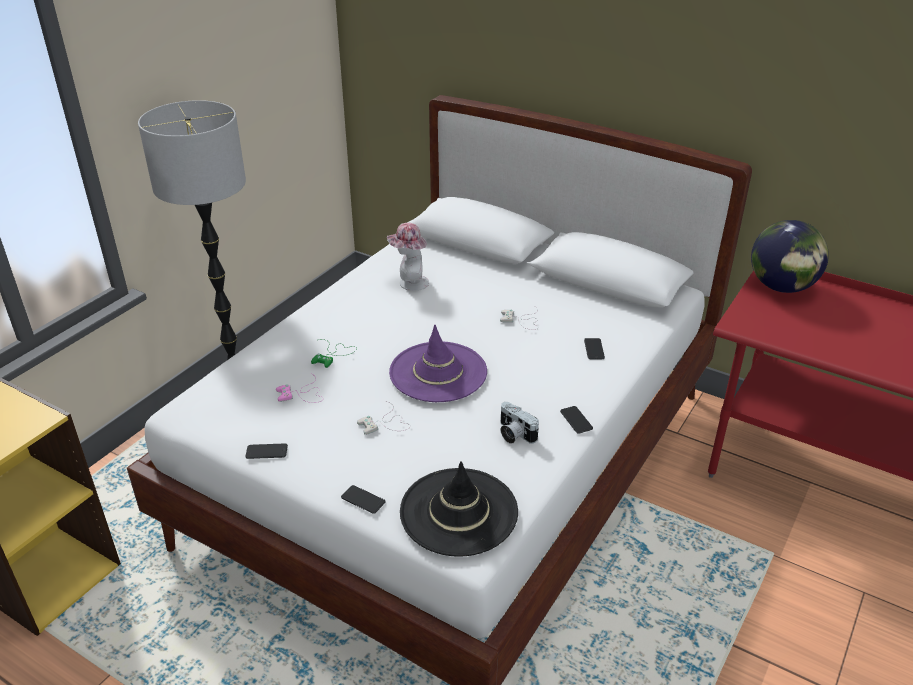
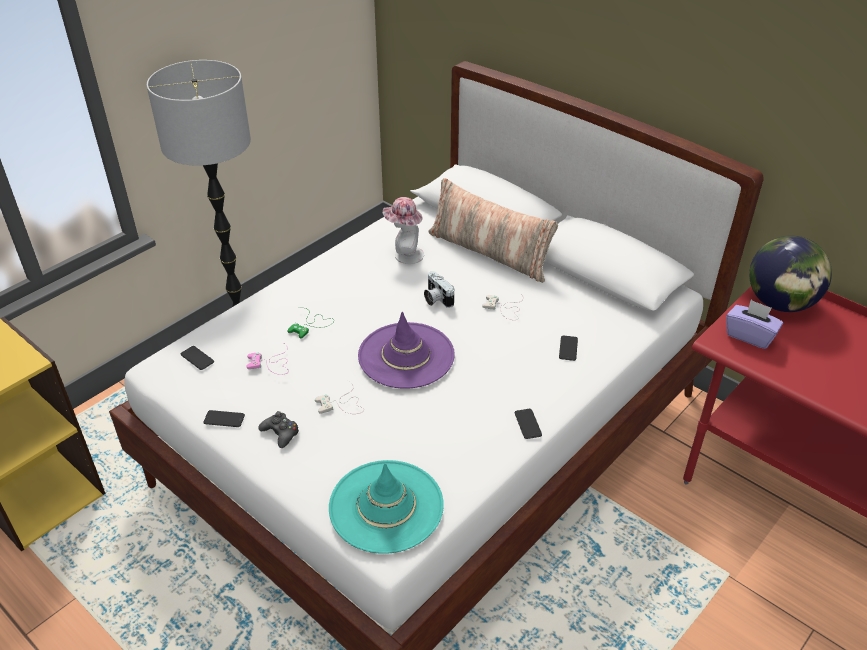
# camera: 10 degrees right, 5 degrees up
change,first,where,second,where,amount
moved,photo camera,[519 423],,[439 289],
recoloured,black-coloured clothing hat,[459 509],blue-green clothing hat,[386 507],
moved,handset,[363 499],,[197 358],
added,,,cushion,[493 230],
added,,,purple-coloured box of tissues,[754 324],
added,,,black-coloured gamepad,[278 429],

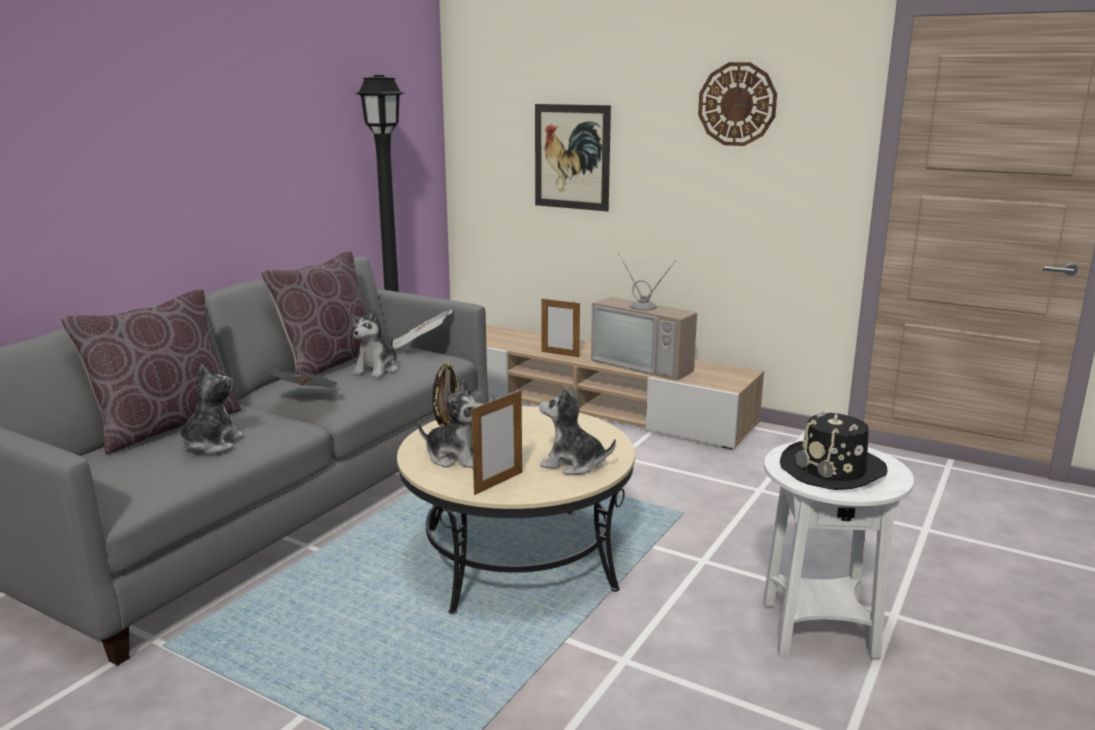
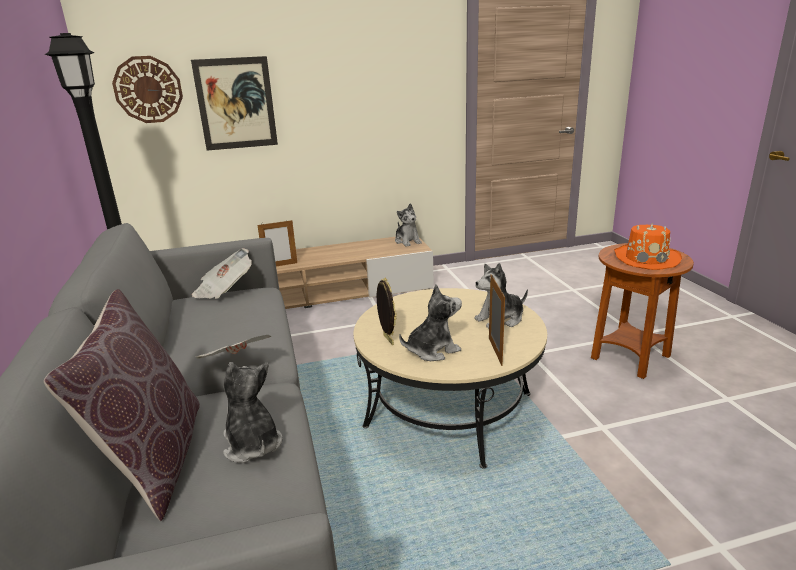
# camera: 45 degrees left, 5 degrees up
change,first,where,second,where,amount
moved,wall clock,[737 104],,[147 89],
removed,brownish cushion,[315 313],,,
removed,TV,[644 316],,,
moved,cuddly toy,[374 343],,[408 225],
recoloured,black-coloured clothing hat,[833 450],orange clothing hat,[648 246],
recoloured,whitish accent table,[838 550],brownish accent table,[642 311],

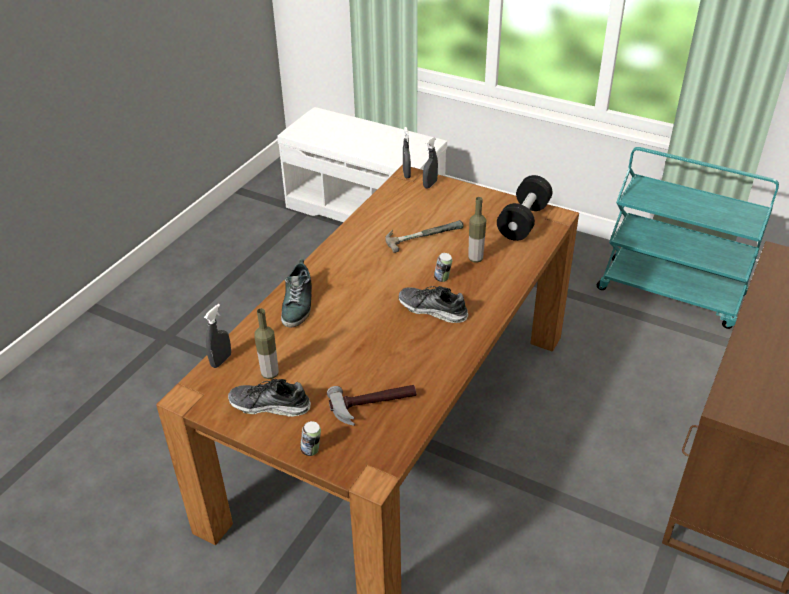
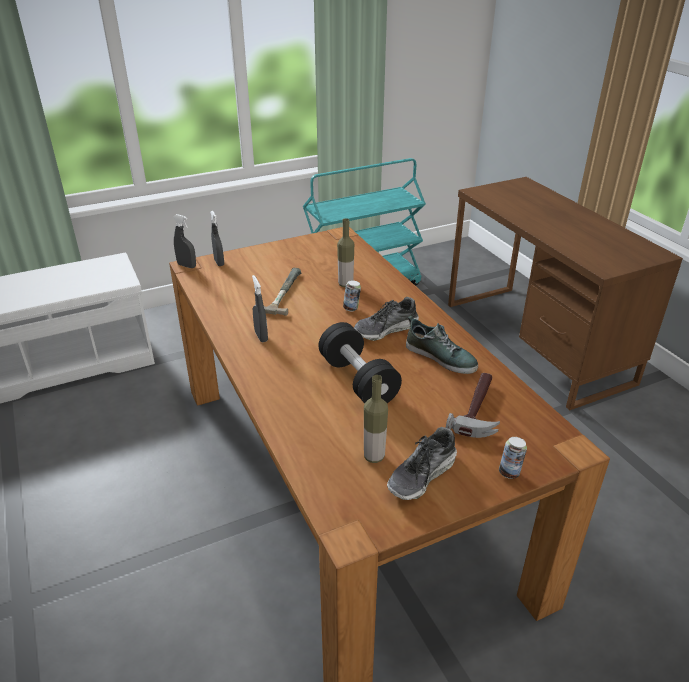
# camera: 55 degrees left, 5 degrees down
change,first,where,second,where,amount
moved,black-coloured dumbbell,[524 208],,[360 362],
moved,low shoe,[296 293],,[442 345],
moved,grey sprayer,[217 336],,[260 308],

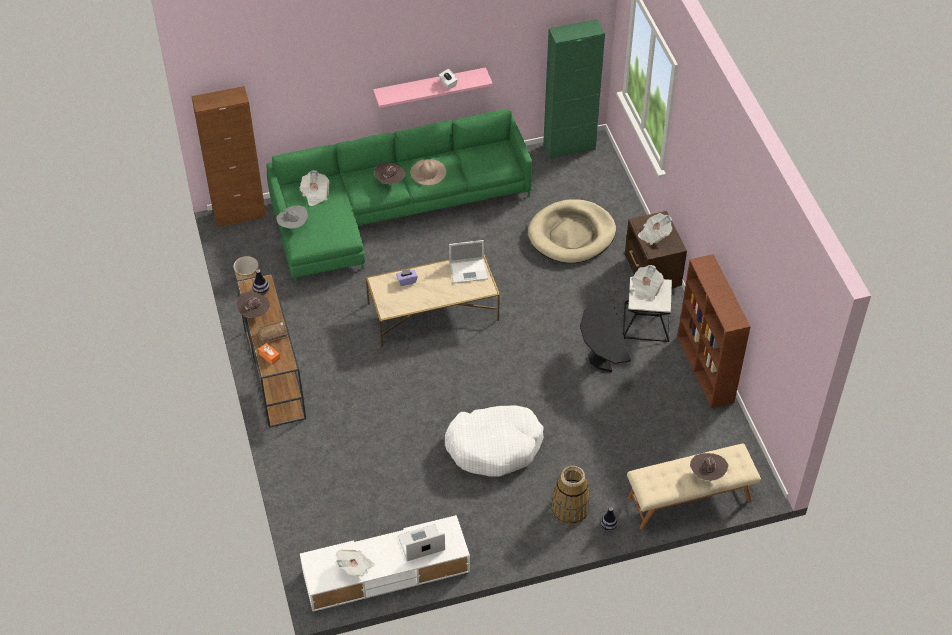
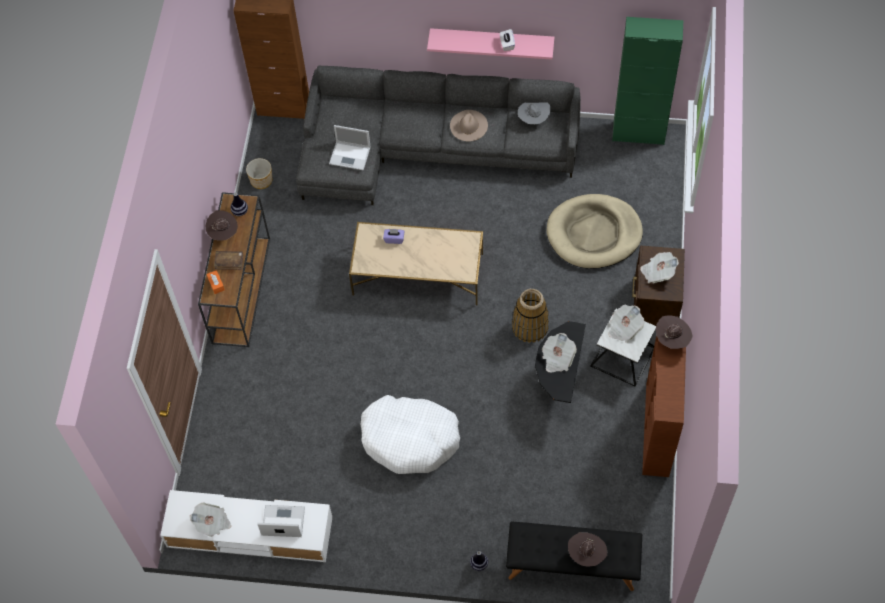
# camera: 25 degrees right, 10 degrees up
change,first,where,second,where,amount
recoloured,greenish sofa,[399 197],grey sofa,[438 135],
moved,brownish clothing hat,[390 173],,[674 332],
moved,daily paper,[314 188],,[559 353],
moved,grey clothing hat,[292 217],,[534 113],
moved,portable computer,[468 261],,[350 147],
recoloured,beige-coloured bench,[694 486],black-coloured bench,[574 556],
moved,storage basket,[570 495],,[530 316],

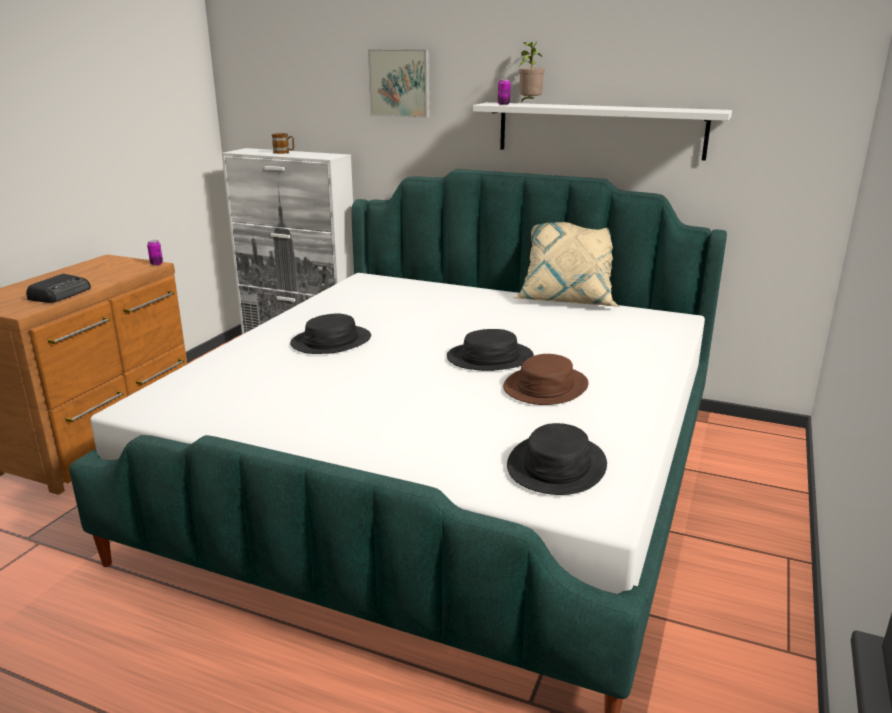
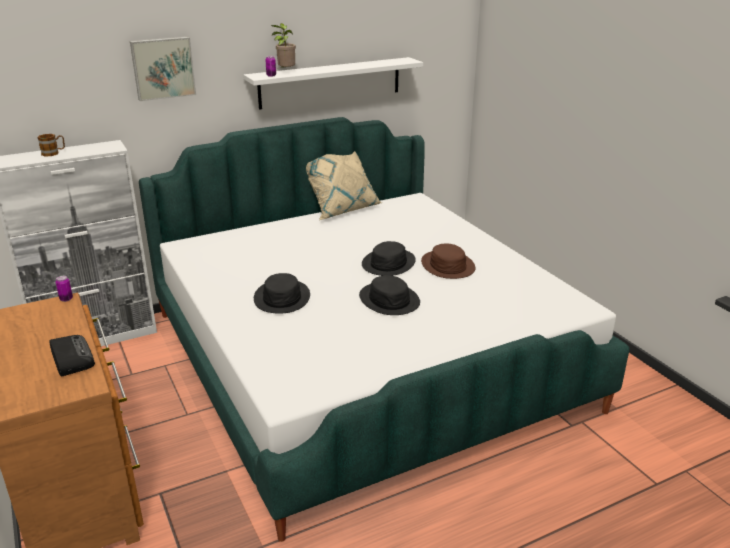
# camera: 50 degrees left, 5 degrees up
change,first,where,second,where,amount
moved,black-coloured clothing hat,[557 459],,[389 295],

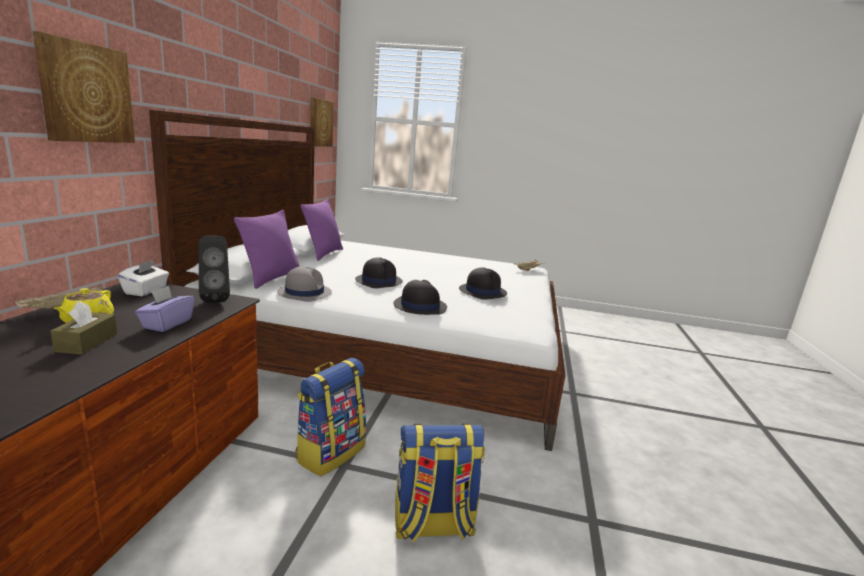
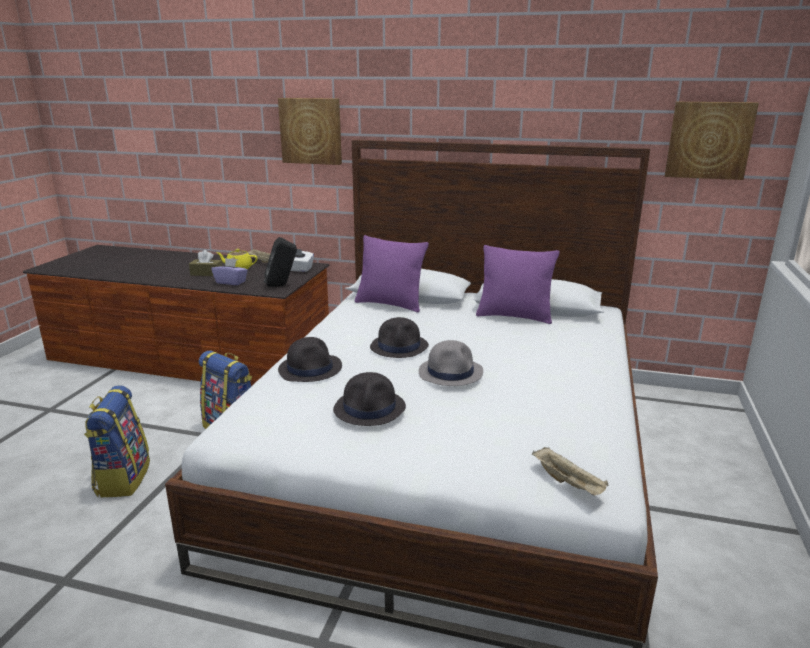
# camera: 95 degrees right, 5 degrees up
change,first,where,second,where,amount
moved,grey clothing hat,[304 284],,[451 363],

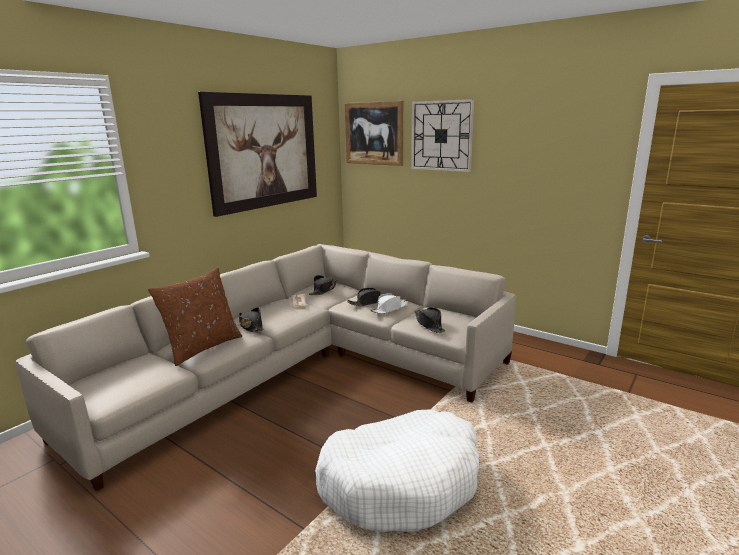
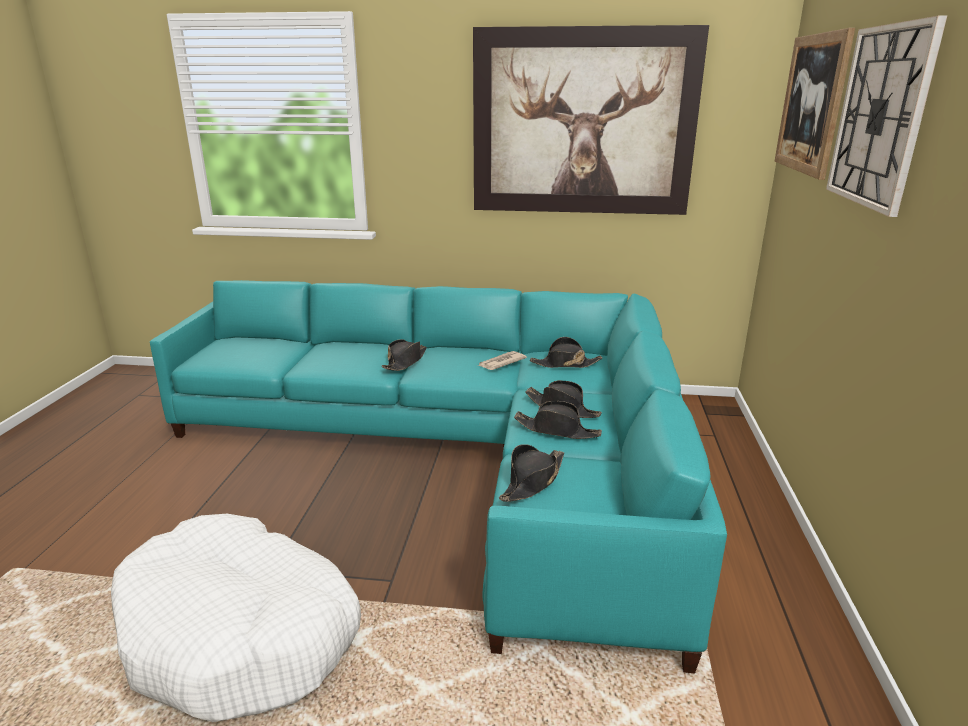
# camera: 60 degrees right, 5 degrees up
change,first,where,second,where,amount
recoloured,beige-coloured sofa,[266 367],blue-green sofa,[438 476],
removed,brownish cushion,[195 317],,,
recoloured,whitish clothing hat,[389 303],black-coloured clothing hat,[558 420],

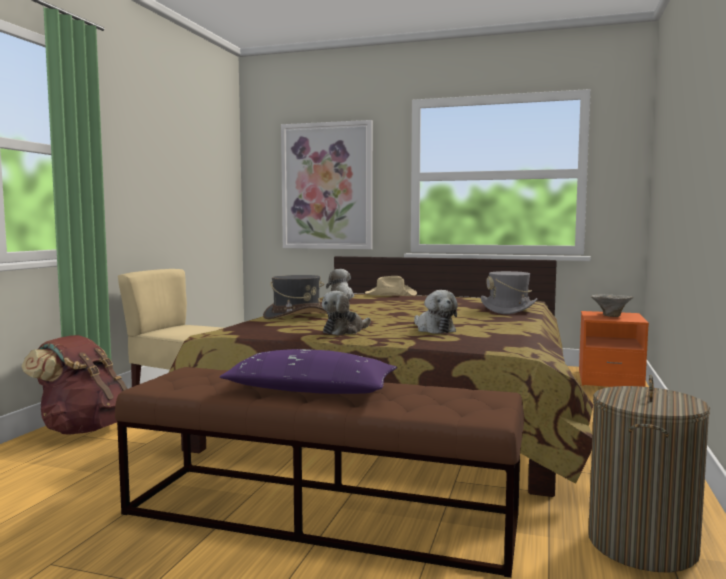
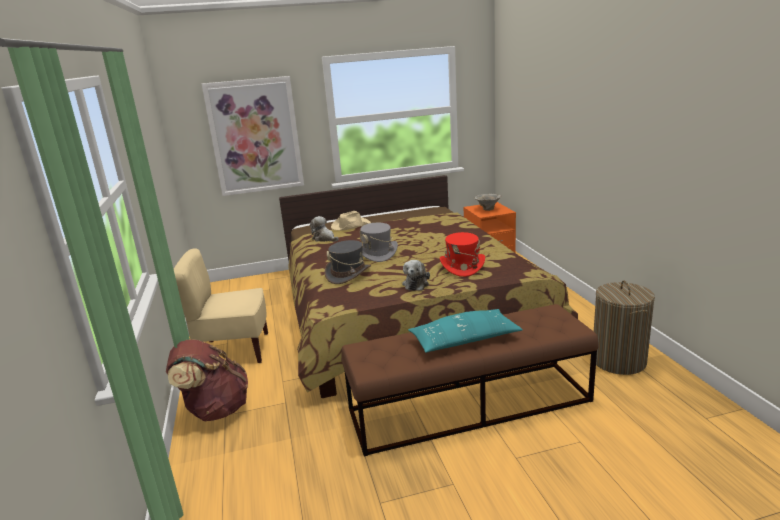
# camera: 30 degrees left, 15 degrees up
change,first,where,second,where,amount
moved,grey clothing hat,[509 292],,[379 242],
replaced,cuddly toy,[436 312],reddish clothing hat,[462 254],
recoloured,purple-coloured cushion,[308 371],blue-green cushion,[465 331],

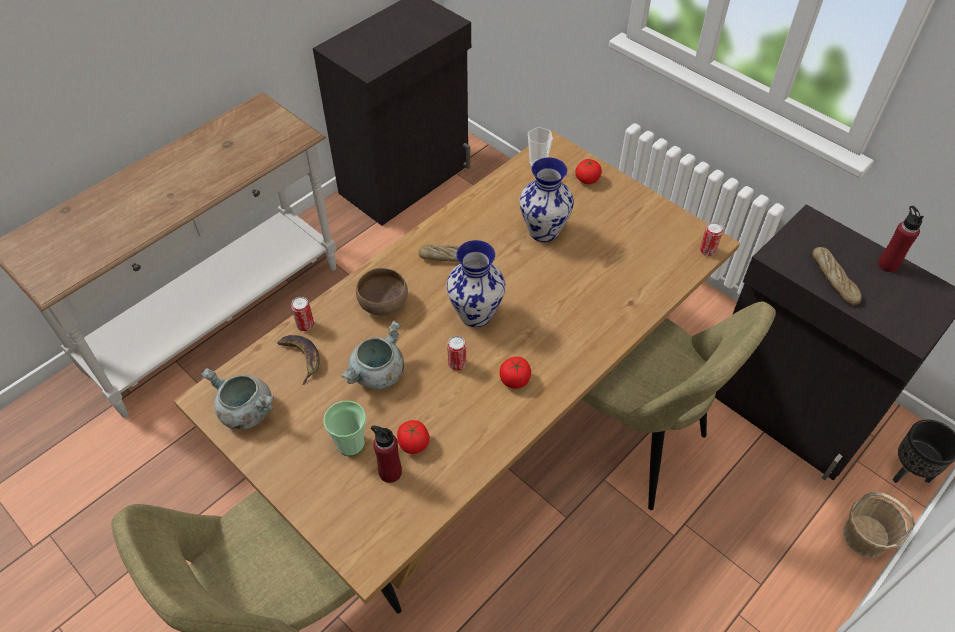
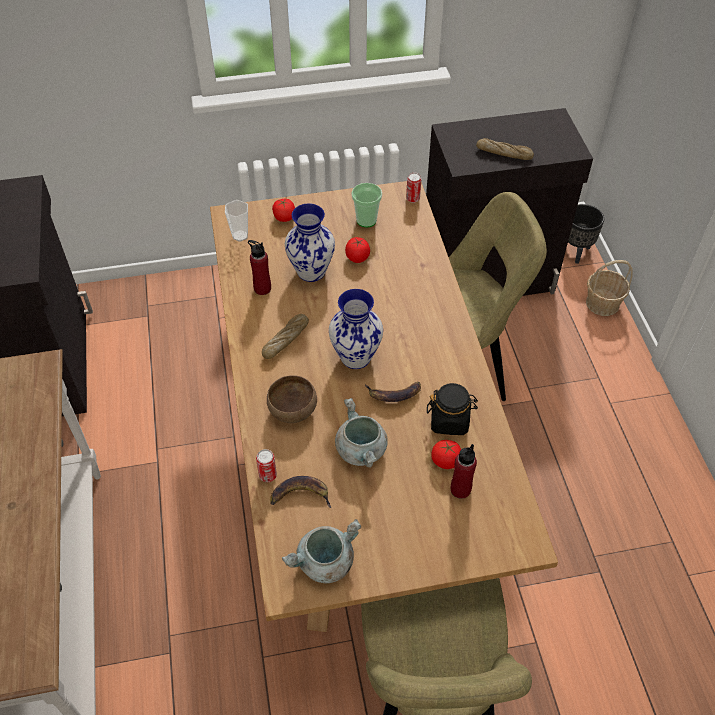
# camera: 55 degrees left, 0 degrees up
change,first,where,second,where,amount
moved,reddish beverage bottle,[901 239],,[259 267],
replaced,sealed can,[456 353],whole banana,[393 392],
moved,tomato,[515 373],,[357 250],
moved,small cup,[344 428],,[367 205],
added,,,black-coloured preserve jar,[452 409],

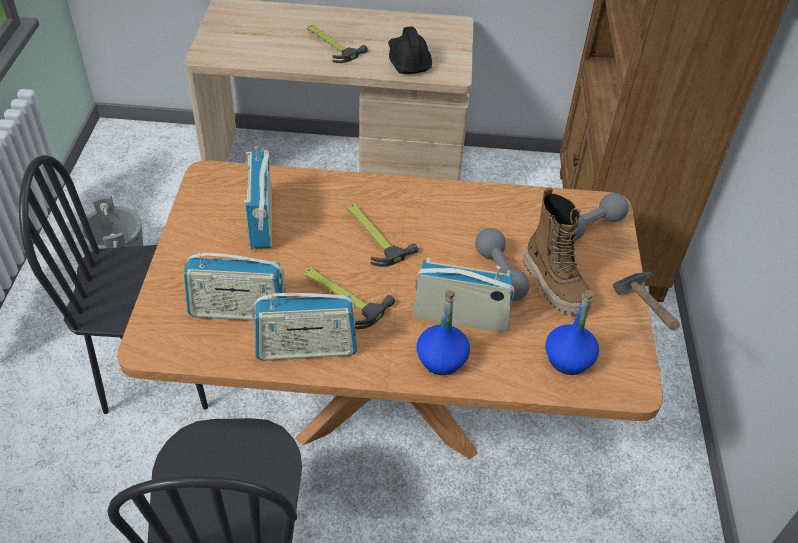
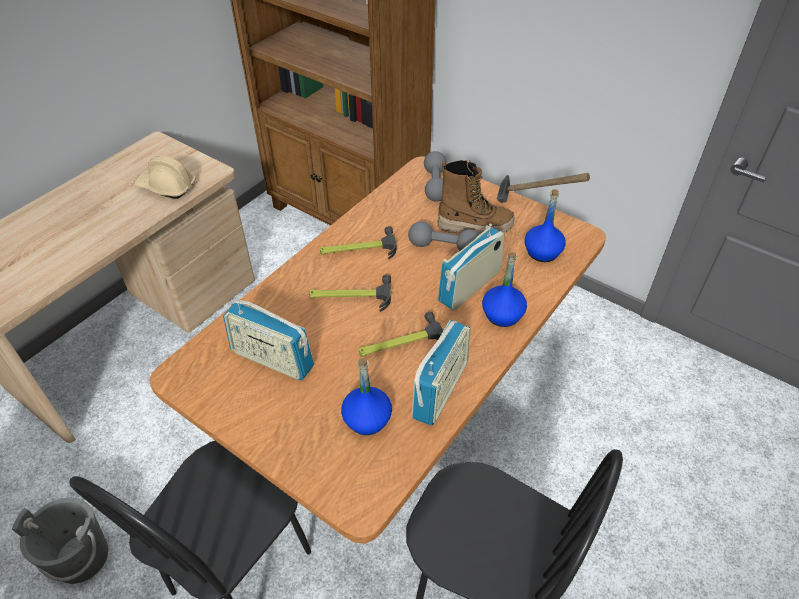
# camera: 55 degrees left, 0 degrees up
change,first,where,second,where,amount
moved,tool hammer,[337 43],,[358 243],
recoloured,black-coloured work helmet,[410 50],beige-coloured work helmet,[165 177],
replaced,radio receiver,[235 286],blue-coloured beverage bottle,[366 396],

